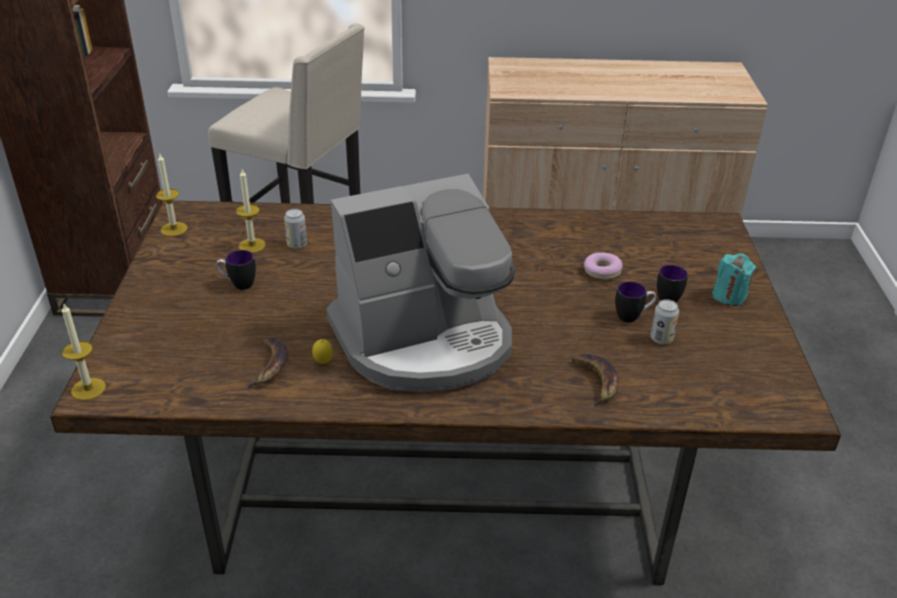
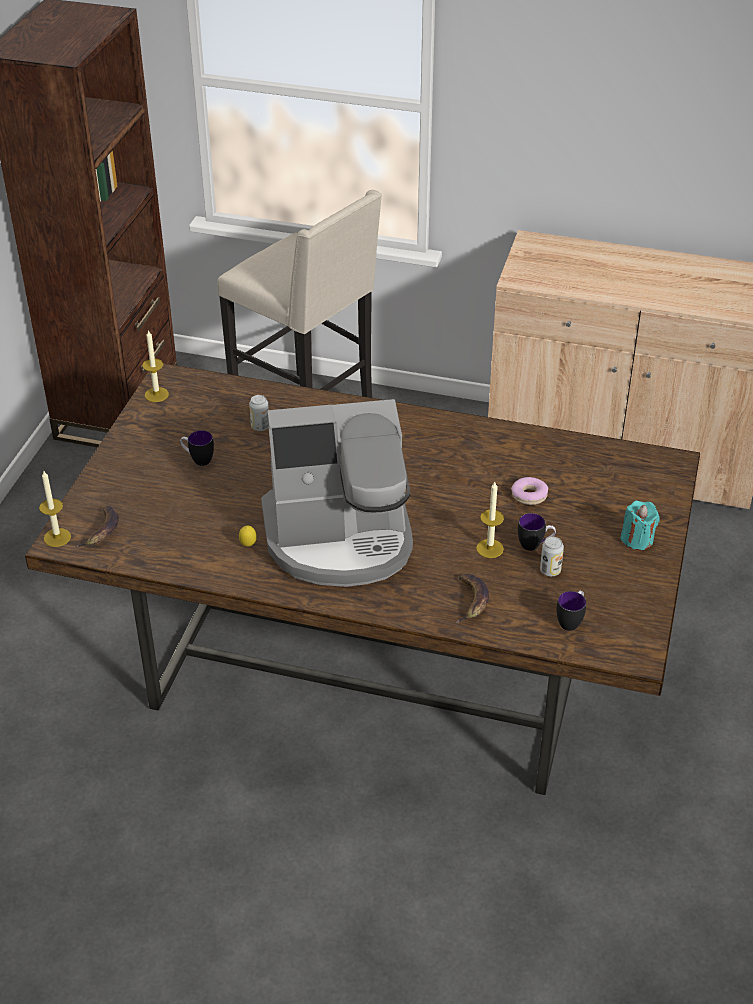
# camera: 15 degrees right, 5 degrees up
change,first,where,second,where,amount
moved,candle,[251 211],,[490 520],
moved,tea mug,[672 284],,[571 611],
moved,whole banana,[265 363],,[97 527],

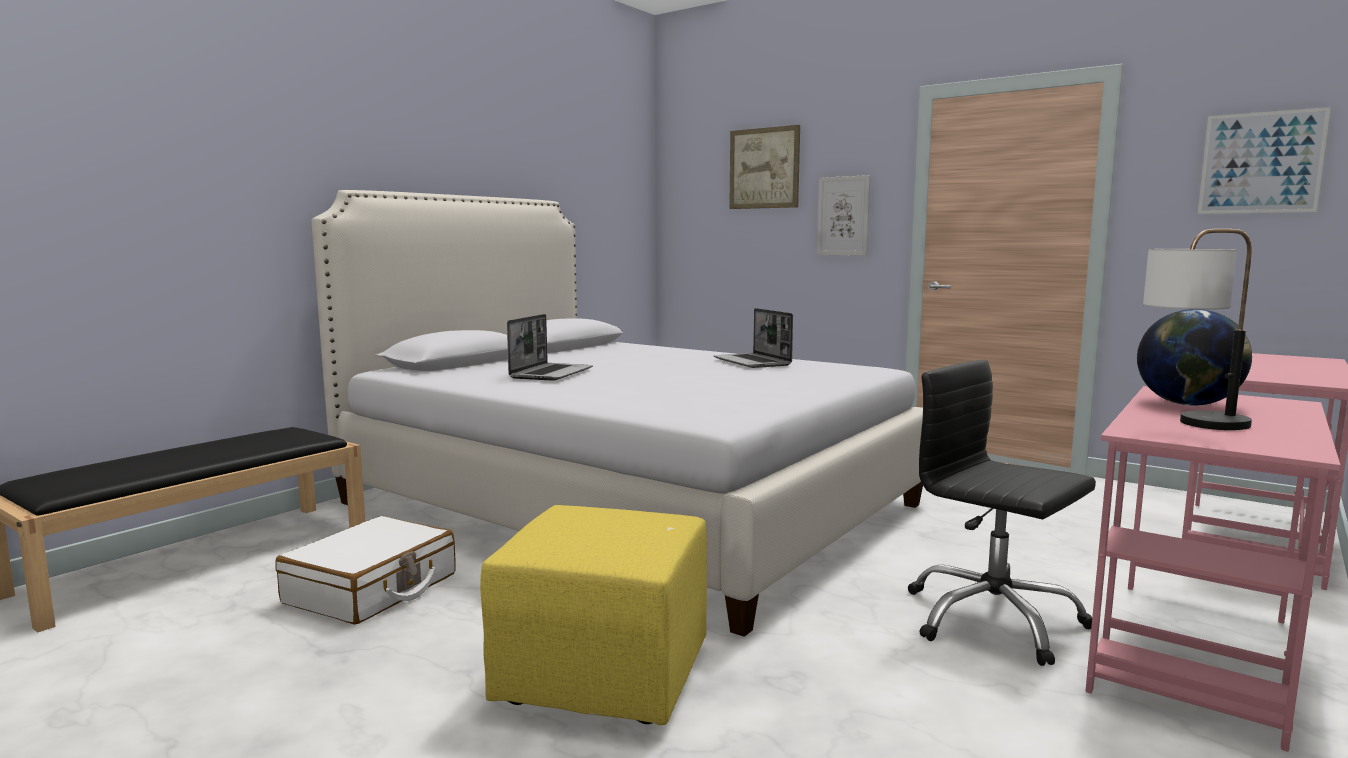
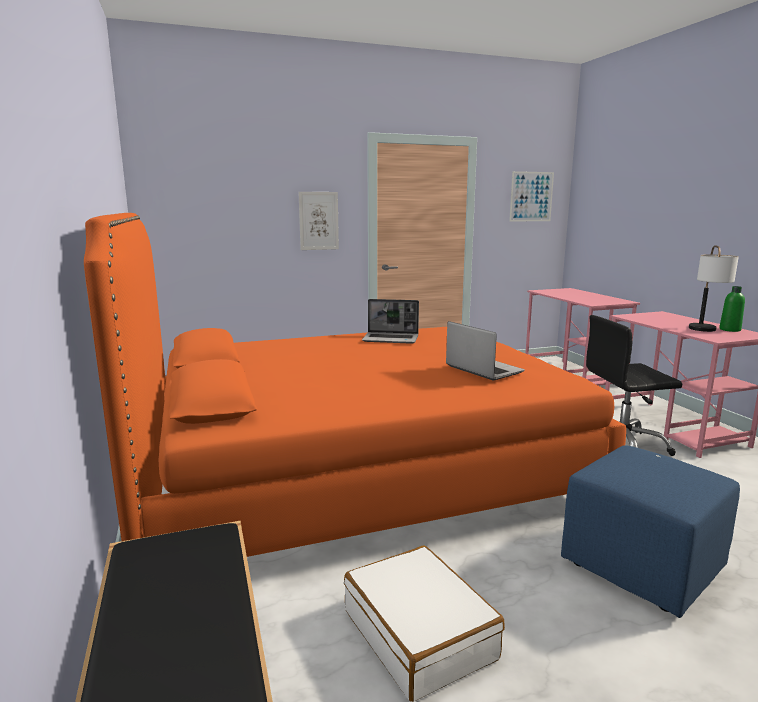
# camera: 55 degrees left, 5 degrees up
change,first,where,second,where,amount
removed,wall art,[764 167],,,
recoloured,whitish bedroom bed,[617 413],orange bedroom bed,[355 385],
removed,desk globe,[1194 357],,,
moved,portable computer,[550 347],,[485 350],
recoloured,yellowish footrest,[593 615],blue-coloured footrest,[650 531],
added,,,greenish beverage bottle,[732 309],

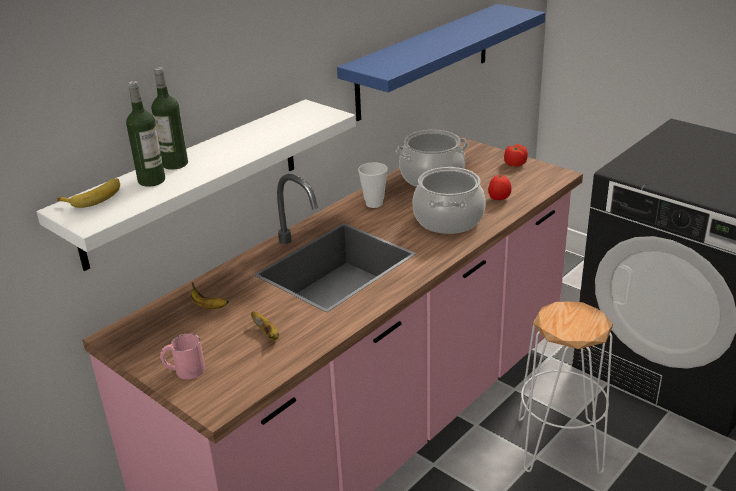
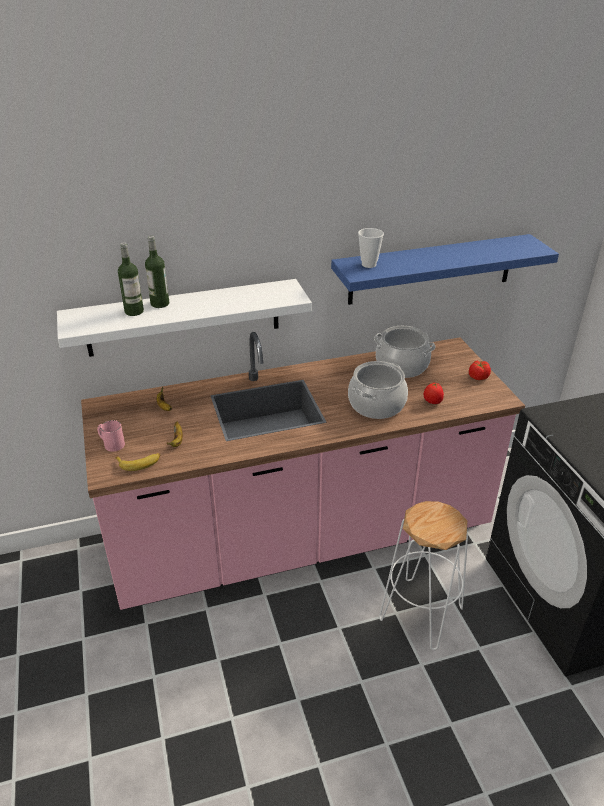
# camera: 30 degrees right, 5 degrees up
change,first,where,second,where,amount
moved,small cup,[373 185],,[371 248],
moved,whole banana,[88 193],,[138 462],

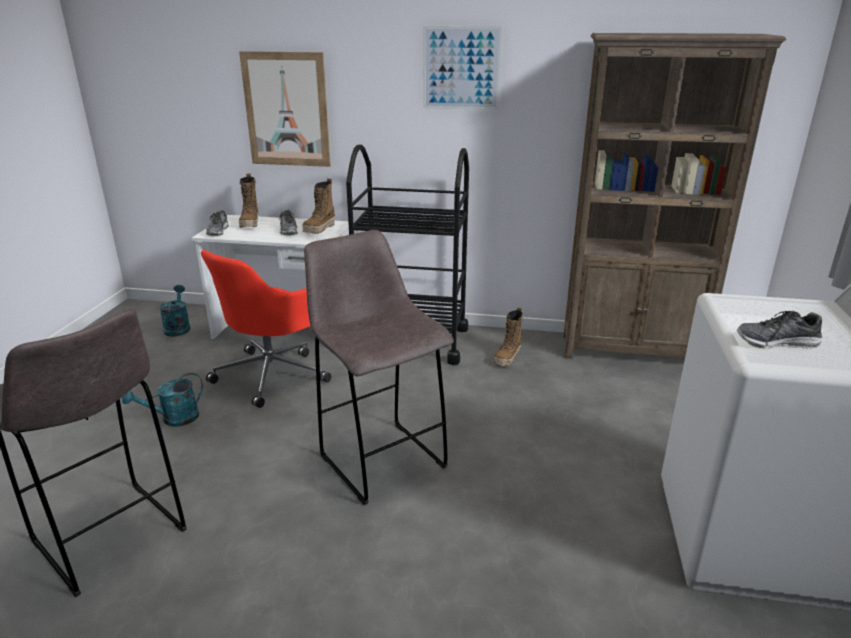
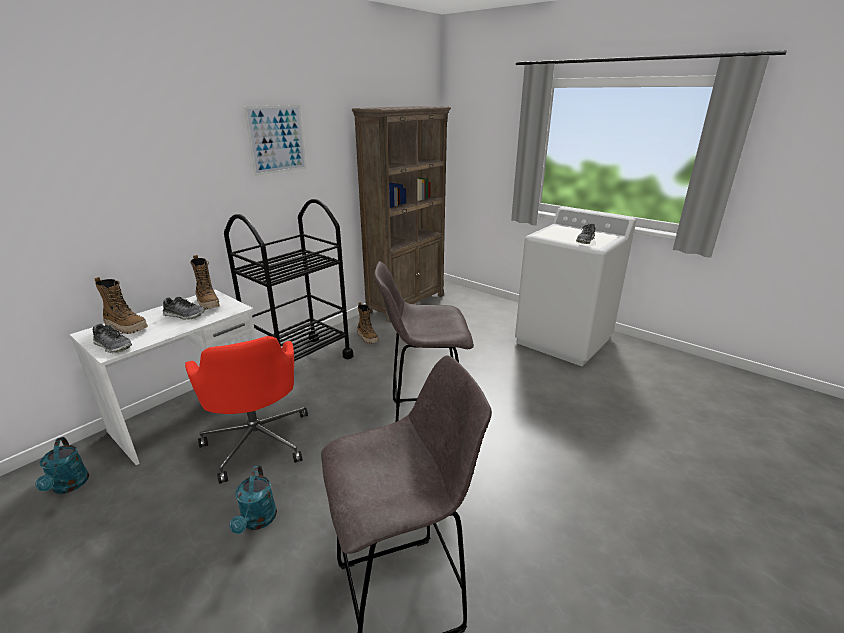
# camera: 60 degrees left, 0 degrees up
change,first,where,second,where,amount
removed,wall art,[285 109],,,
turned,blue-green sprinkling can,[174 311],,[62 465],135 degrees counterclockwise

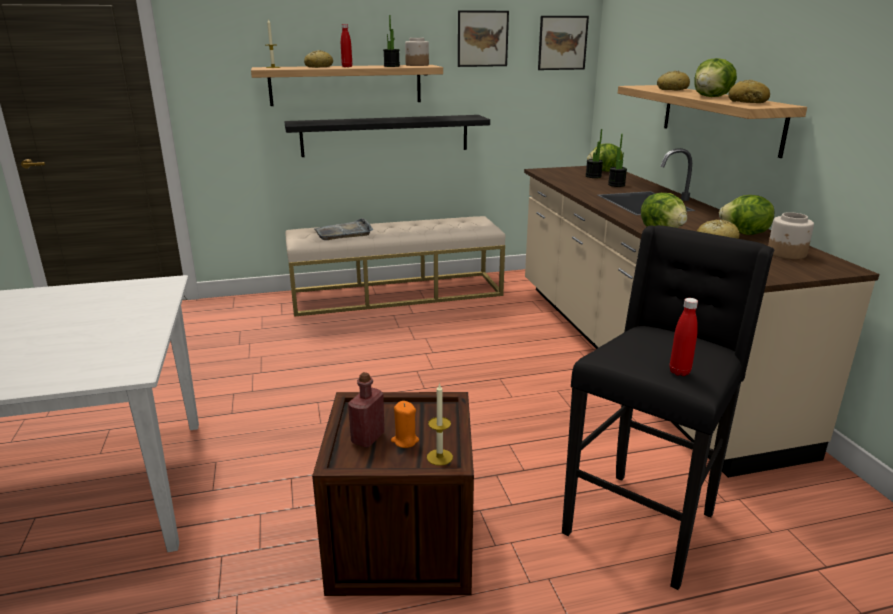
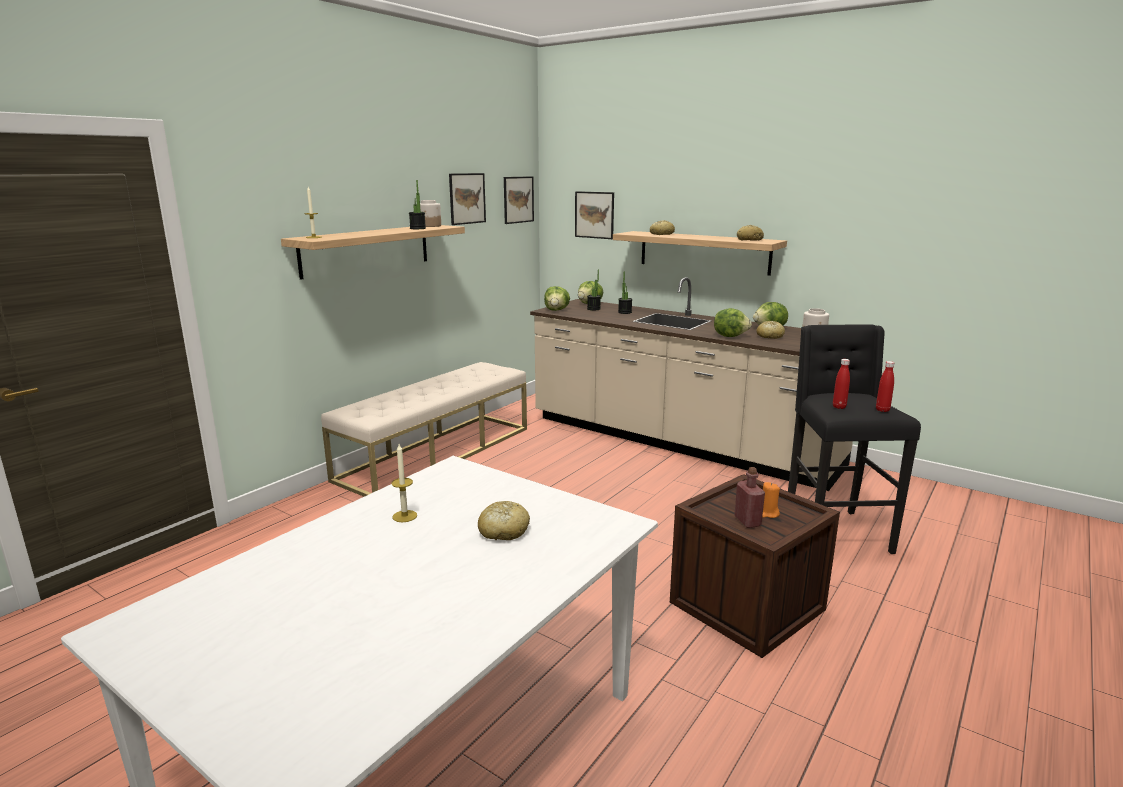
# camera: 40 degrees left, 5 degrees down
change,first,where,second,where,amount
moved,reddish beverage bottle,[346 45],,[841 384],
moved,bakery bread,[318 59],,[504 520],
moved,lettuce head,[715 77],,[557 298],
removed,black-coloured shelf,[387 136],,,
removed,grey serving tray,[343 229],,,
moved,candle,[440 424],,[404 483],
added,,,wall art,[594 215],

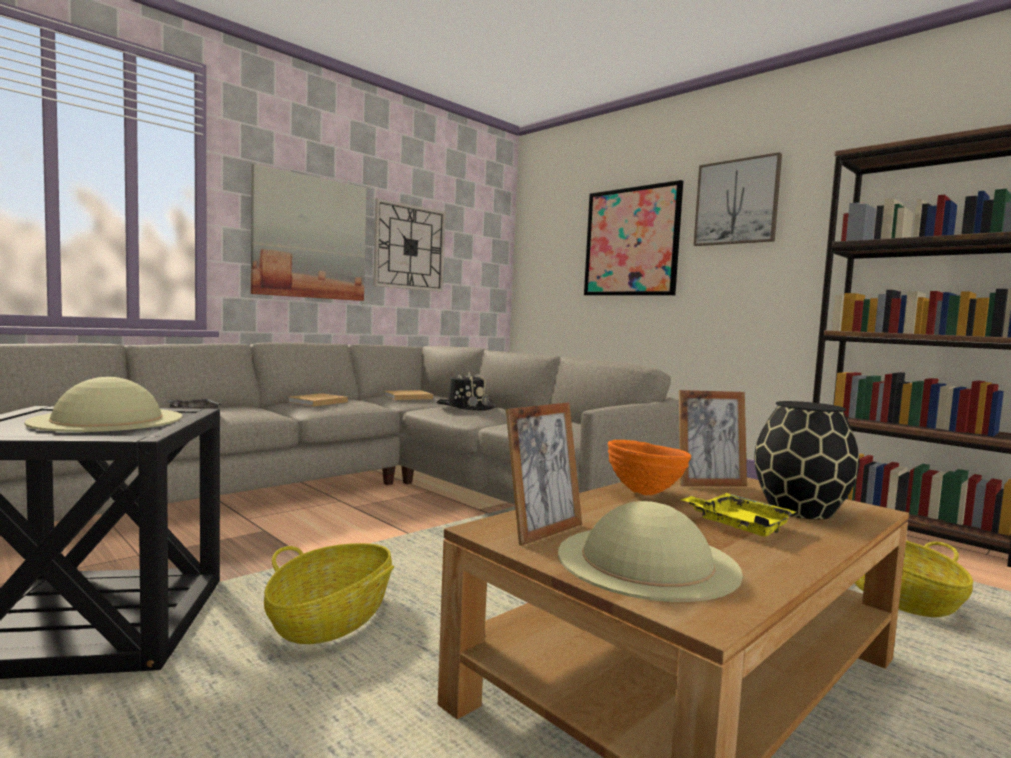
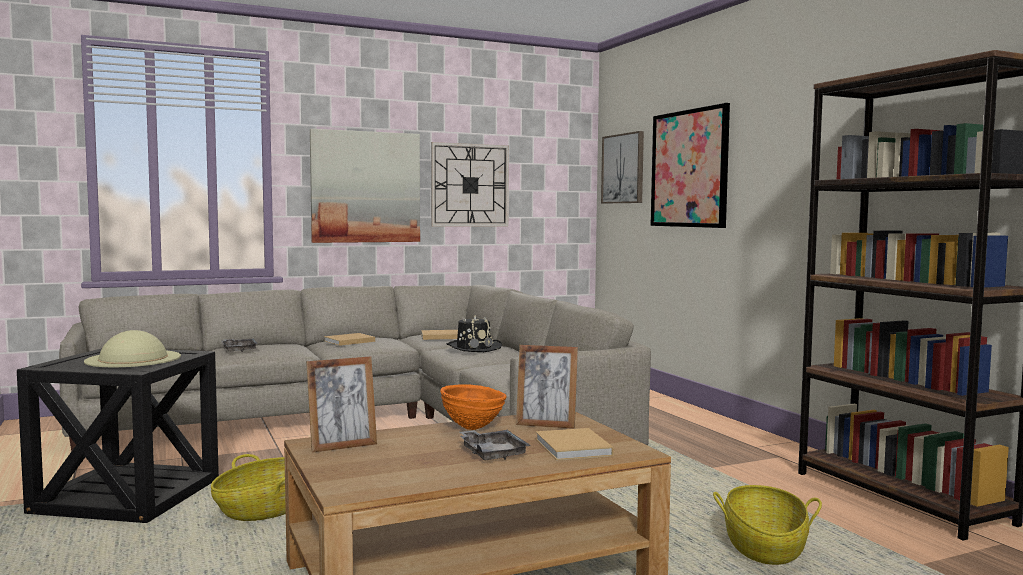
# camera: 20 degrees right, 0 degrees up
change,first,where,second,where,amount
moved,wall art,[738 199],,[622 167],
replaced,black-coloured decorative vase,[807 460],beige-coloured bound book,[574 444],
recoloured,yellowish serving tray,[738 515],grey serving tray,[495 445],
removed,beige-coloured clothing hat,[650 551],,,

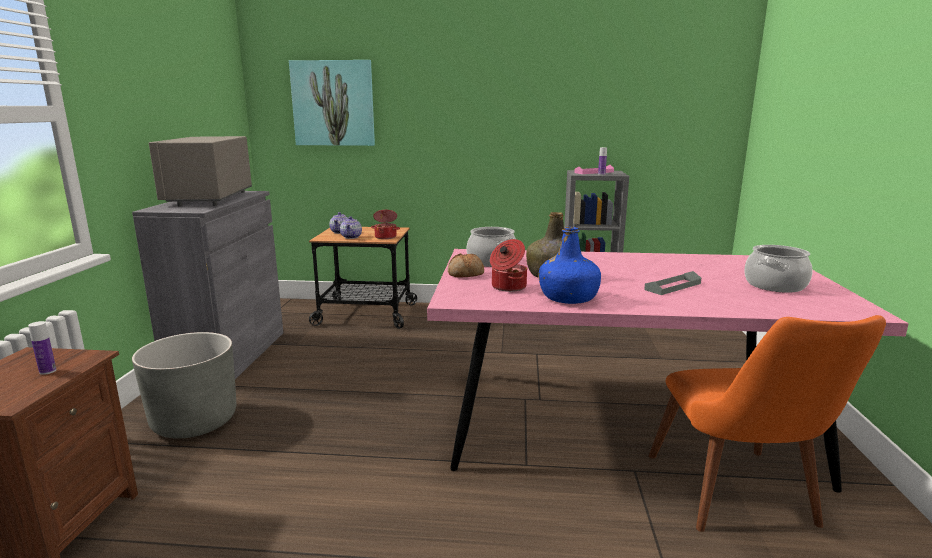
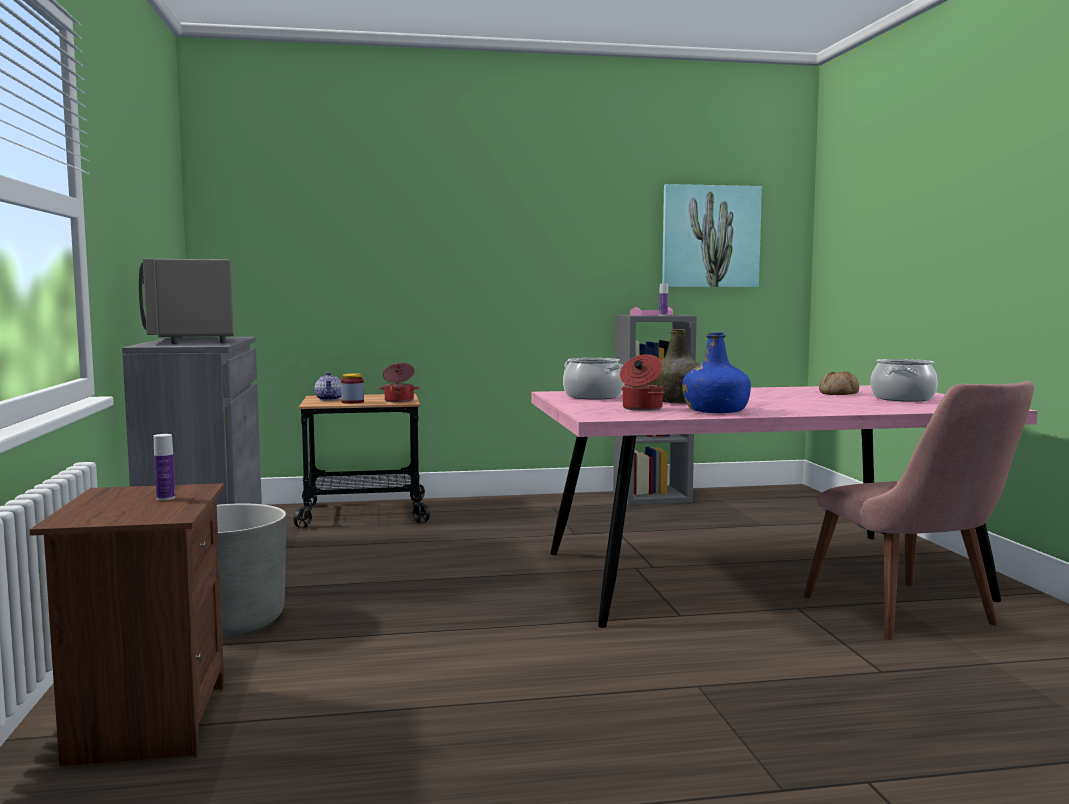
# camera: 15 degrees left, 10 degrees down
change,first,where,second,where,amount
moved,wall art,[332 103],,[712 235],
replaced,tea pot,[351 227],preserve jar,[352 388],
moved,bakery bread,[466 265],,[839 383],
removed,grey serving tray,[672 283],,,
recoloured,orange plain chair,[767 423],pink plain chair,[919 510],

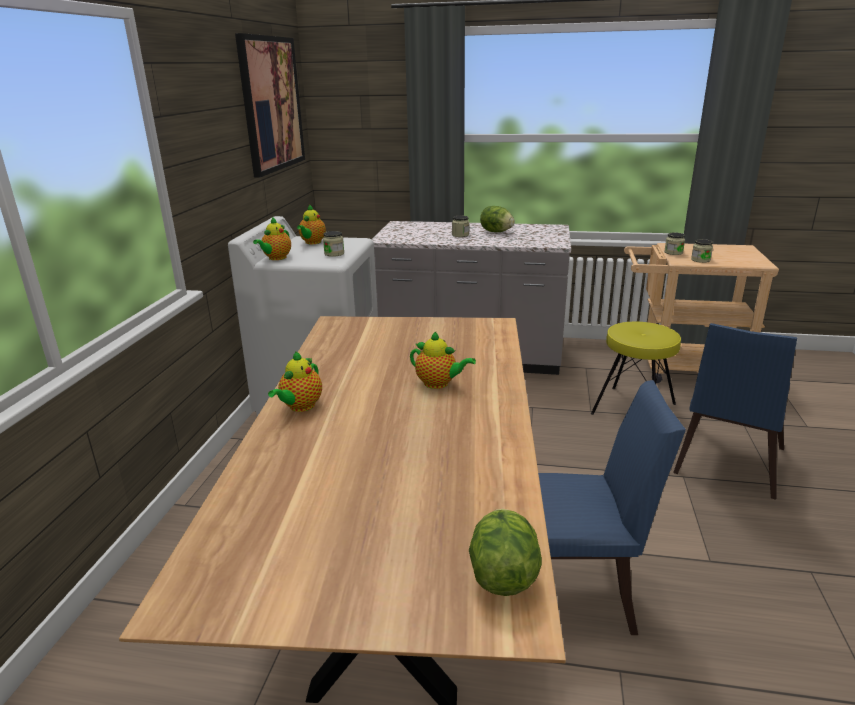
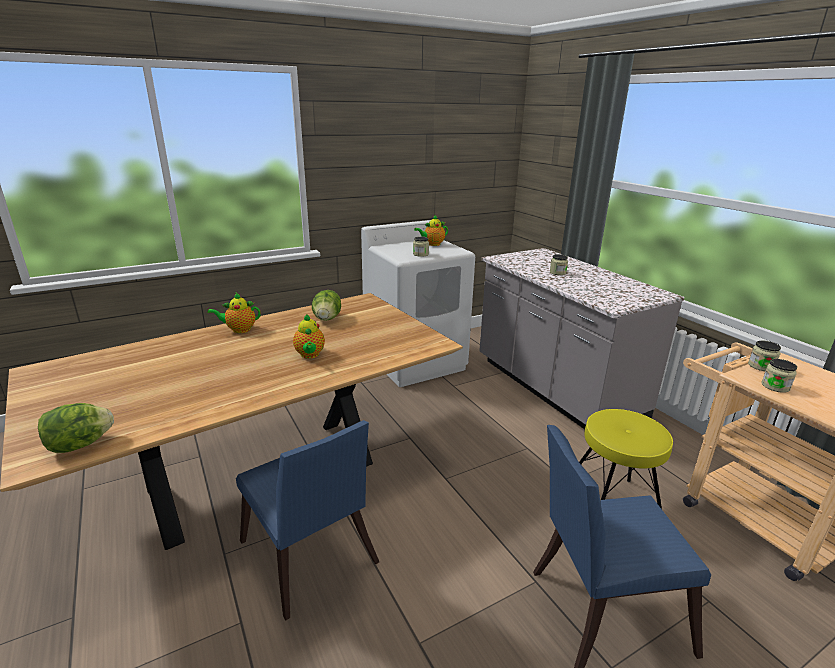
# camera: 50 degrees right, 0 degrees up
change,first,where,second,where,amount
removed,wall art,[270 105],,,
moved,lettuce head,[497 219],,[326 305],
removed,tea pot,[272 238],,,

